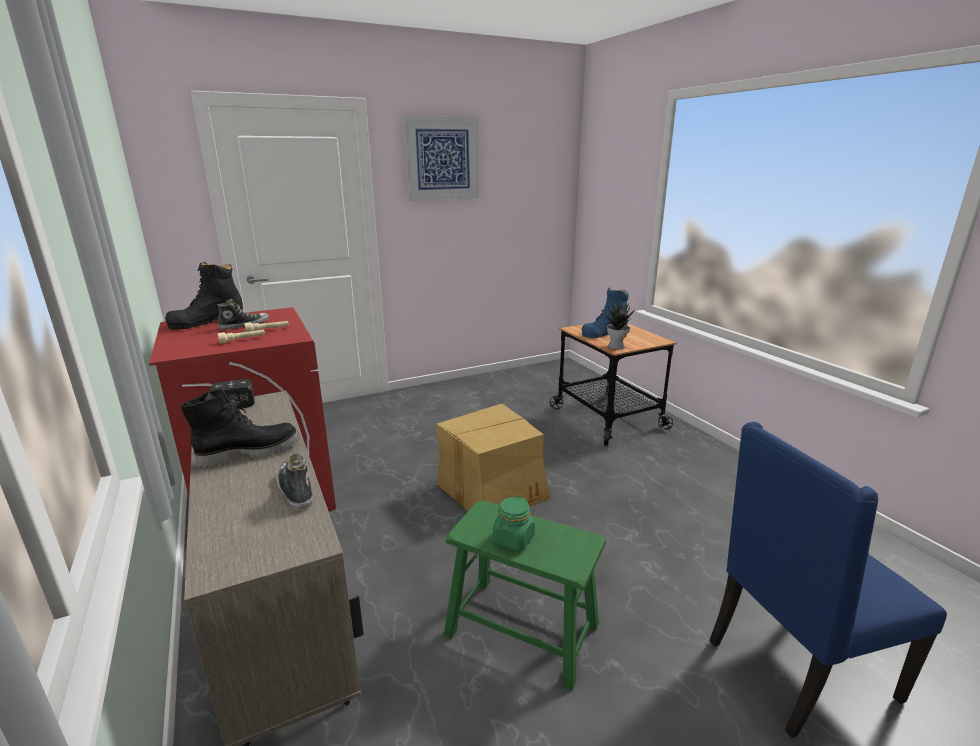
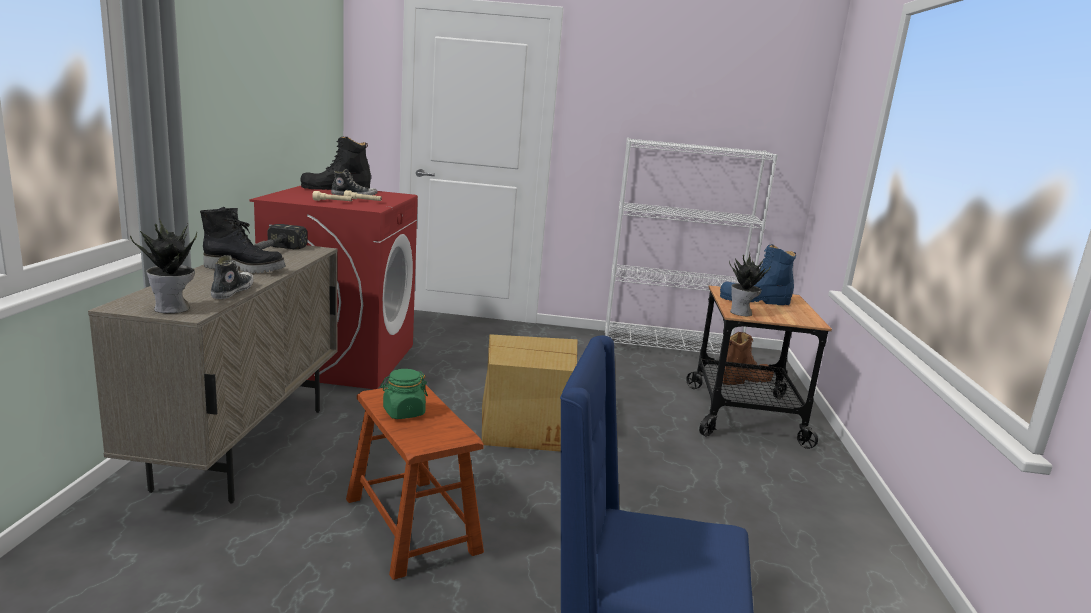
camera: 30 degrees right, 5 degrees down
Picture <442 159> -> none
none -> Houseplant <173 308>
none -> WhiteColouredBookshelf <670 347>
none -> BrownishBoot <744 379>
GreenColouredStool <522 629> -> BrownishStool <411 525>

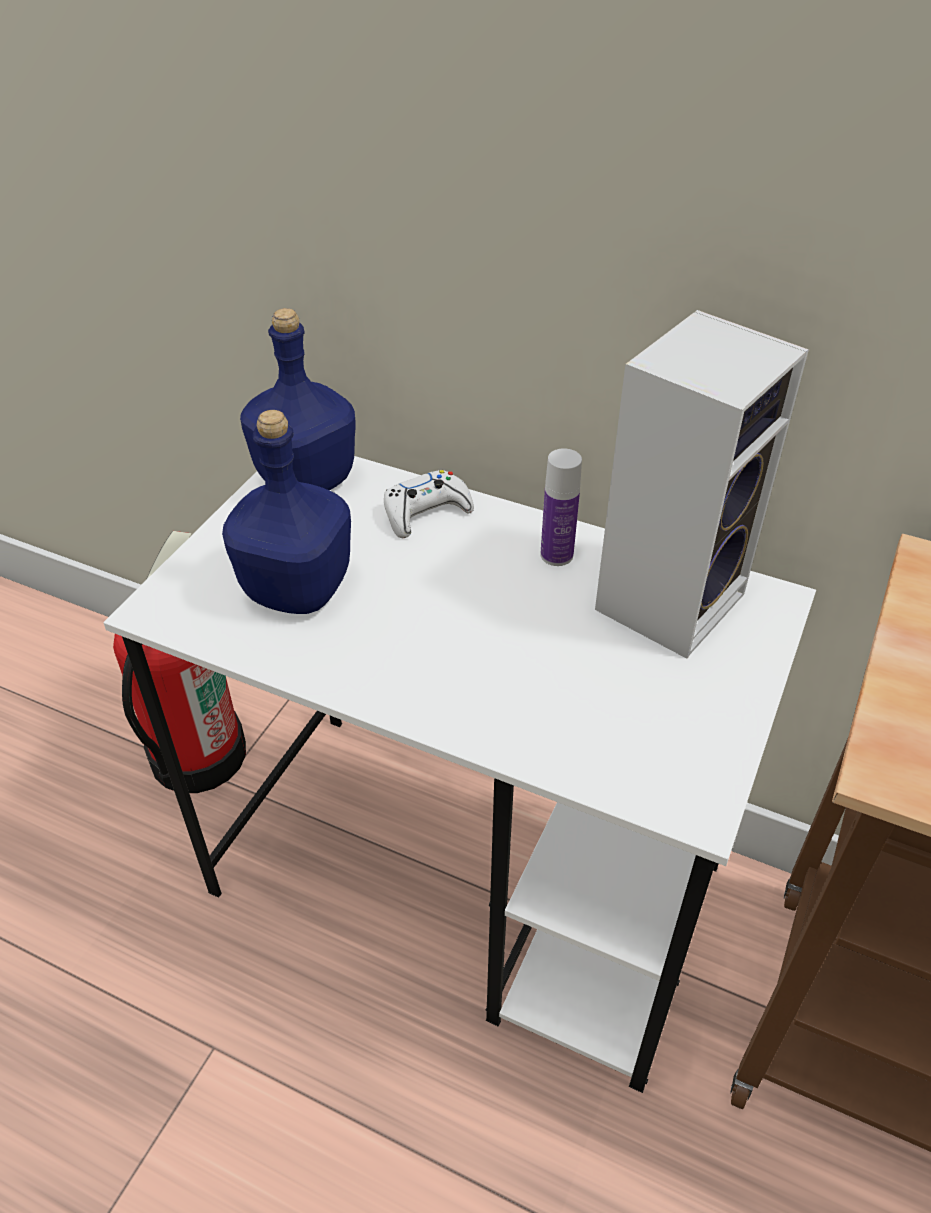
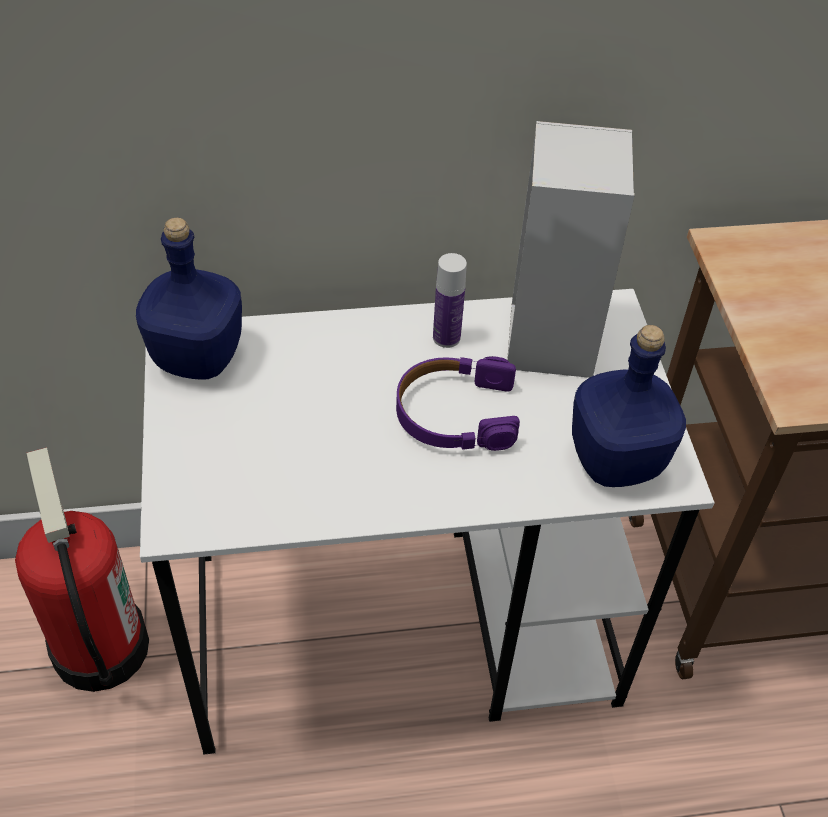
camera: 35 degrees left, 5 degrees up
WhiteColouredJoypad <426 512> -> none
none -> PurpleHeadset <455 414>
BlueBottle <296 590> -> BlueBottle <617 462>, moved

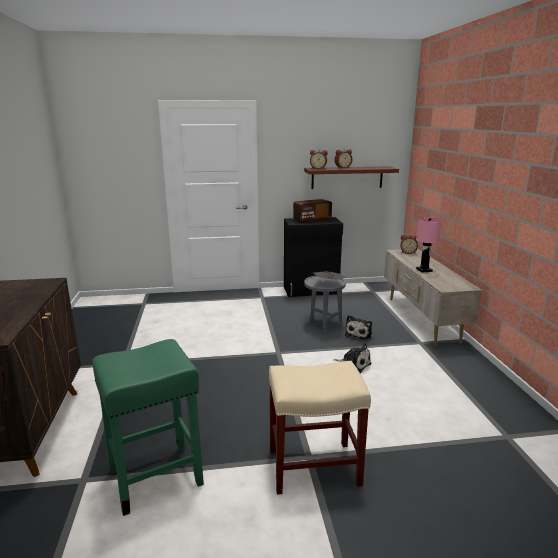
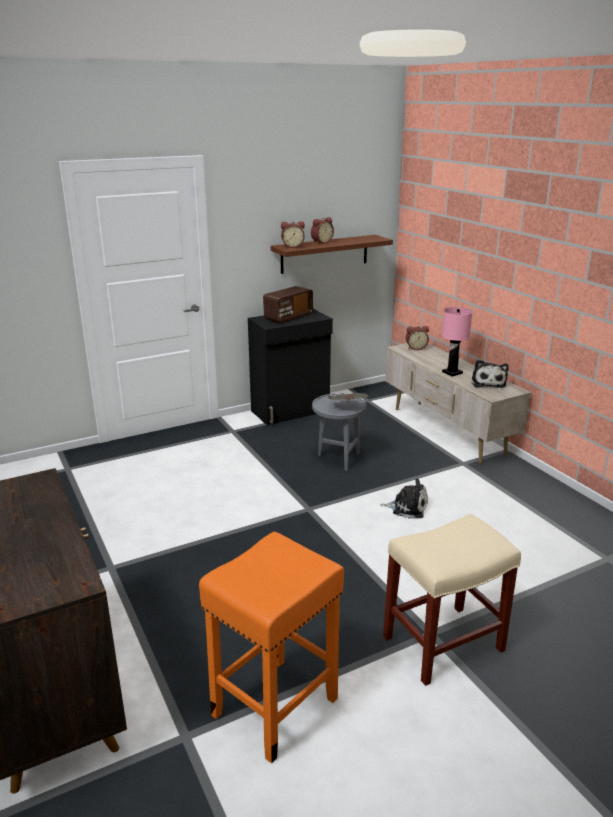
camera: 20 degrees left, 5 degrees up
CuddlyToy <359 334> -> CuddlyToy <488 382>, moved
GreenColouredStool <157 477> -> OrangeStool <276 705>

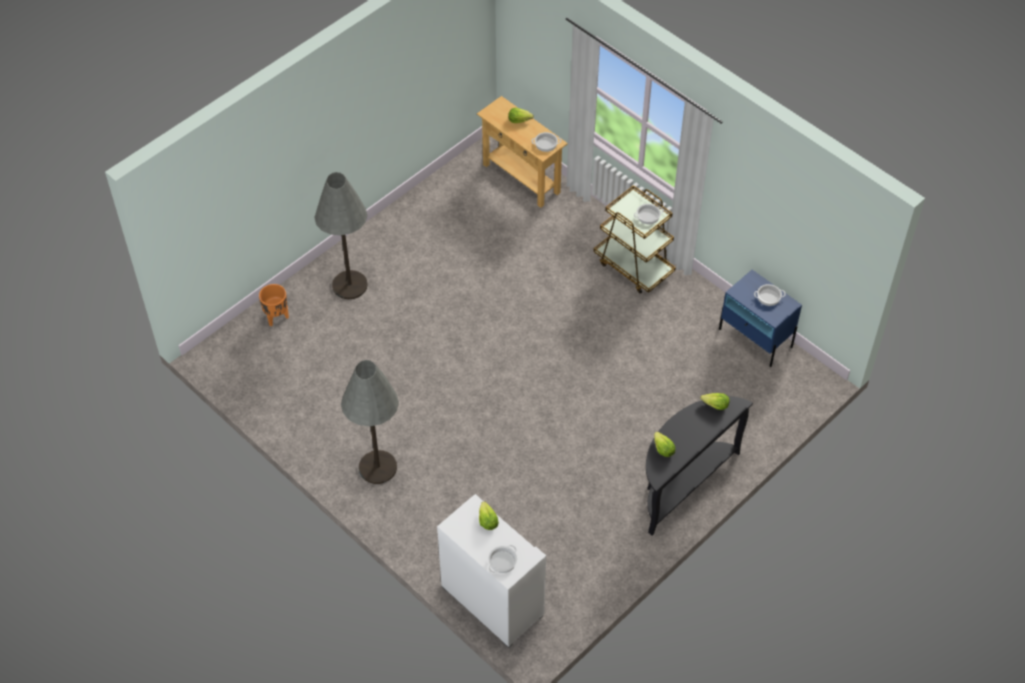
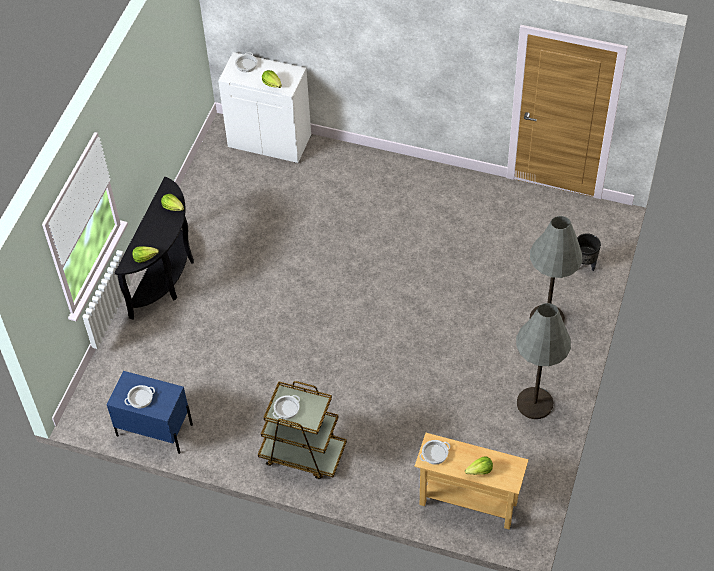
camera: 155 degrees right, 0 degrees up
GreyStandardLamp <377 467> -> GreyStandardLamp <535 403>, moved
OrangeFlowerPot <276 317> -> BlackColouredFlowerPot <584 265>

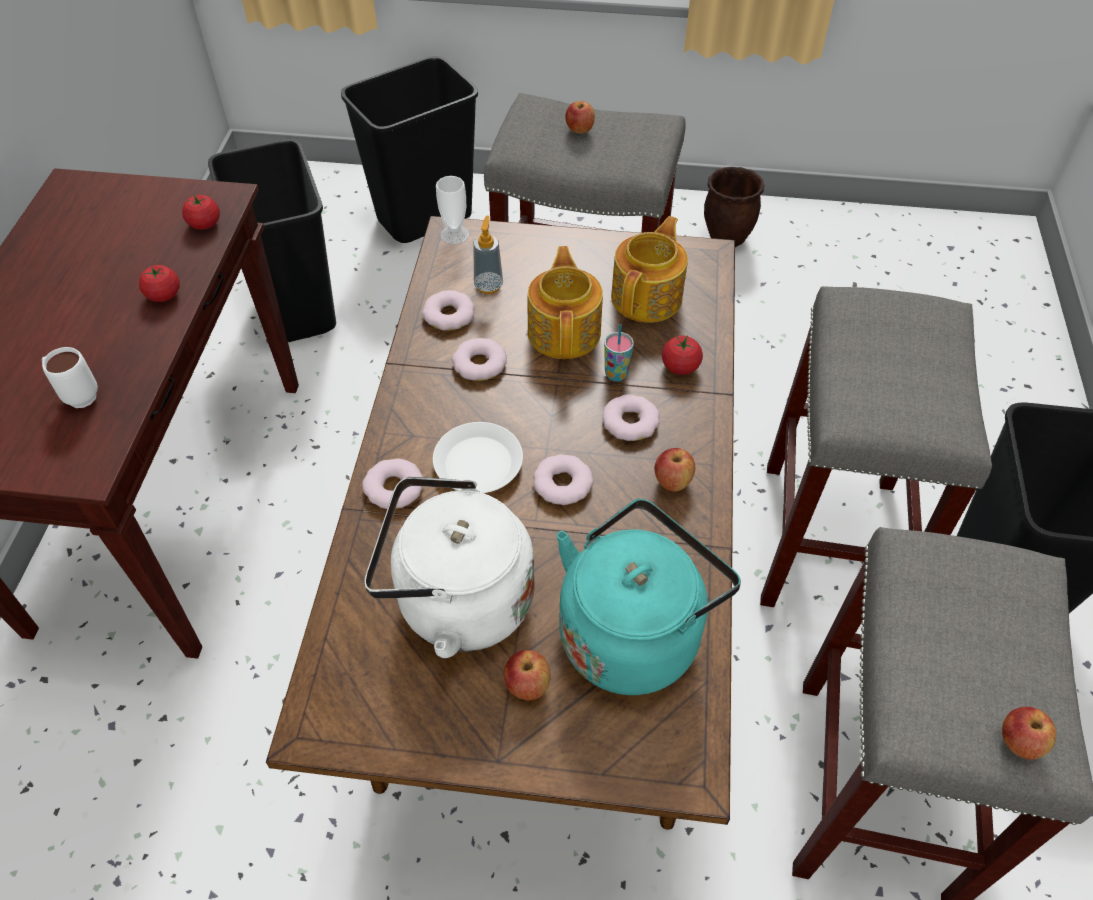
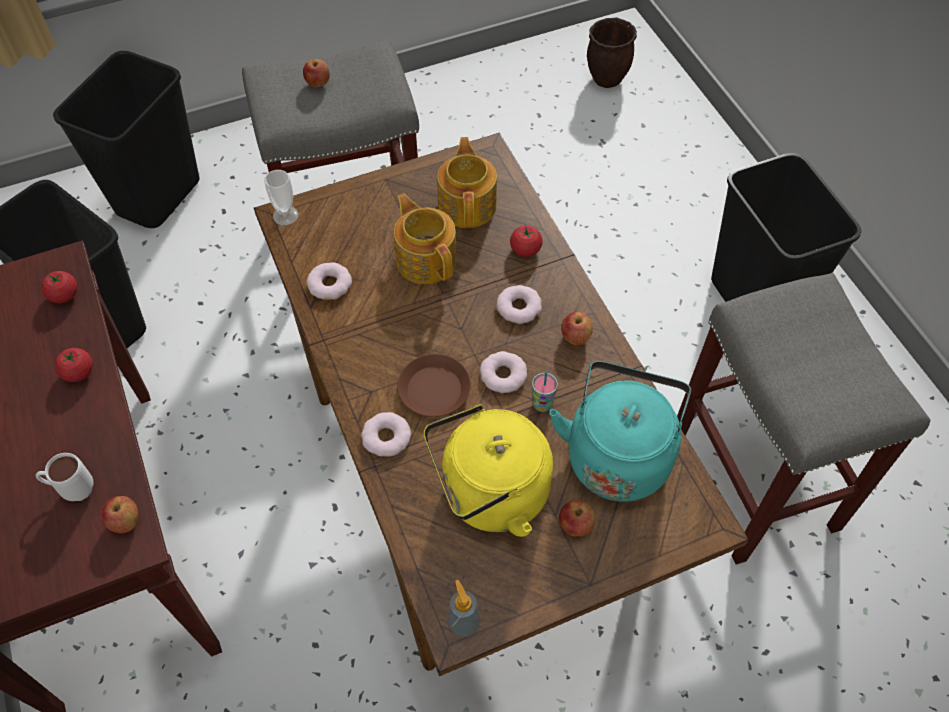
camera: 30 degrees left, 5 degrees up
Donut <479 364> -> none
GreyStool <830 544> -> none
SoapDispenser <488 285> -> SoapDispenser <463 623>, moved
Cup <616 374> -> Cup <542 404>, moved
BrownishFlowerPot <727 238> -> BrownishFlowerPot <606 79>, moved
Apple <1018 742> -> Apple <125 522>, moved
WhiteColouredTeaKettle <456 601> -> YellowColouredTeaKettle <489 495>
WhiteColouredPlate <478 464> -> BrownishPlate <434 390>

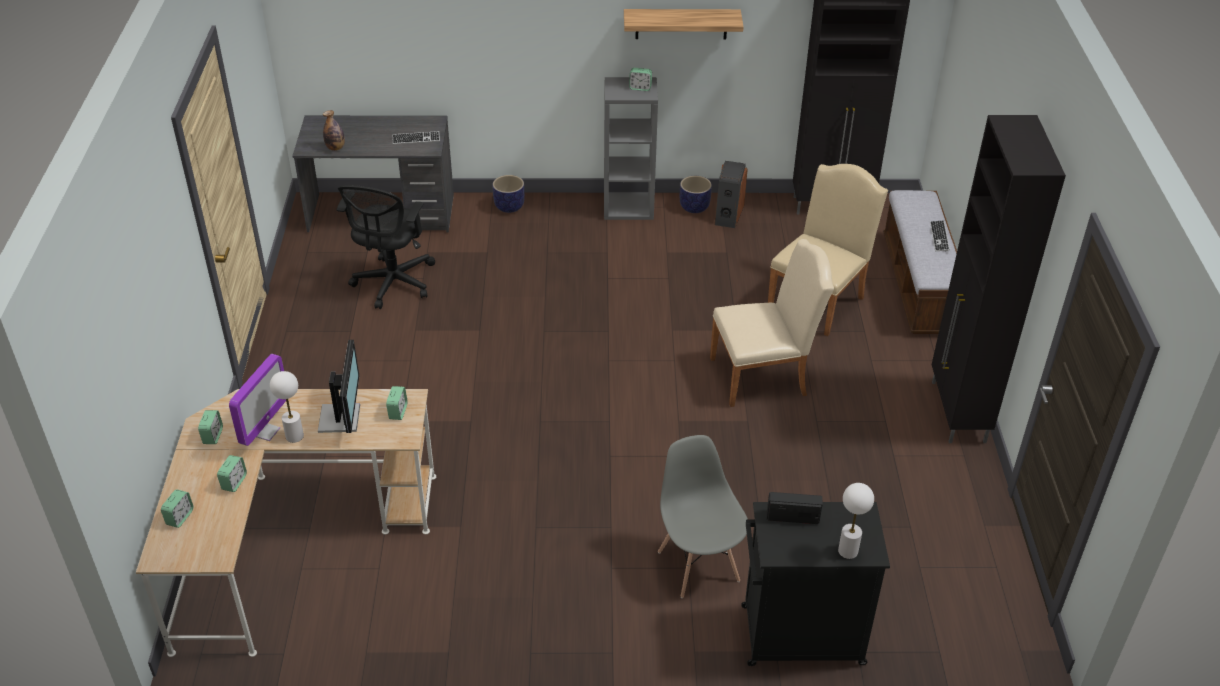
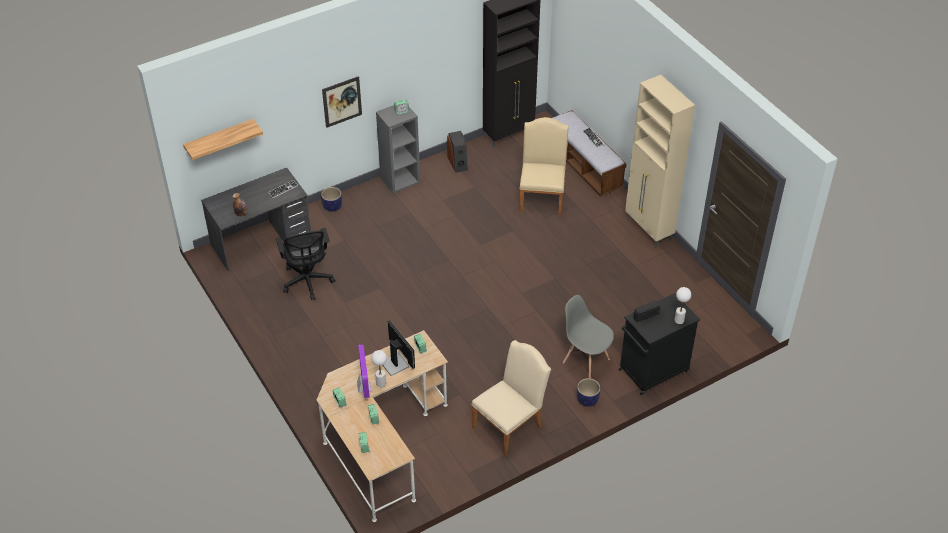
camera: 30 degrees left, 5 degrees up
none -> Picture <342 101>
Shelf <681 24> -> Shelf <219 139>, moved
FlowerPot <694 207> -> FlowerPot <587 399>, moved
BeigePlainChair <765 375> -> BeigePlainChair <510 425>, moved
BlackColouredCabinet <958 412> -> BeigeCabinet <649 230>

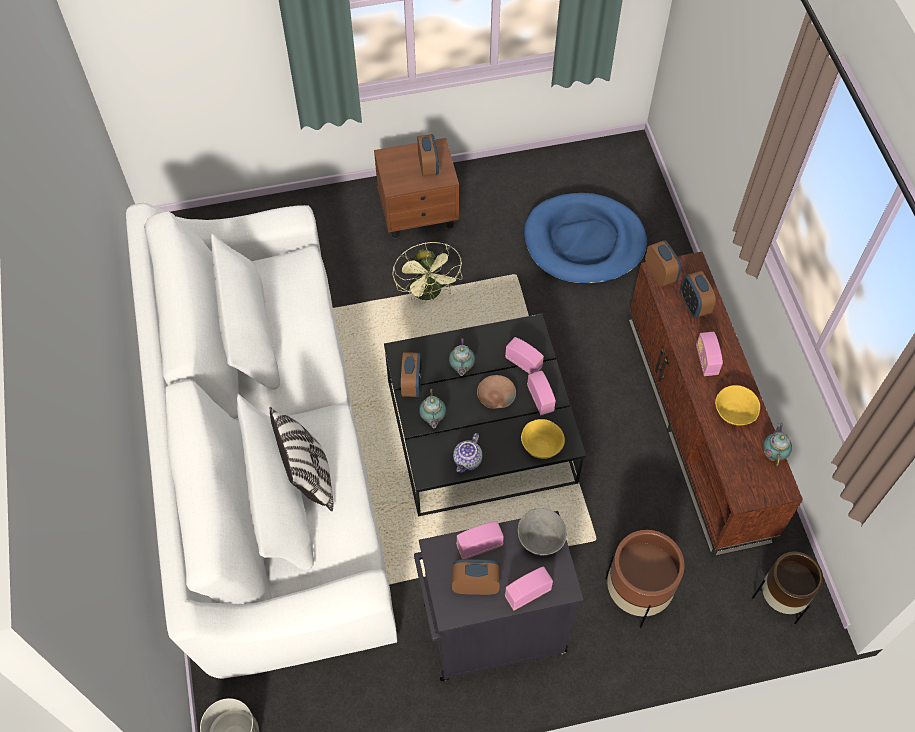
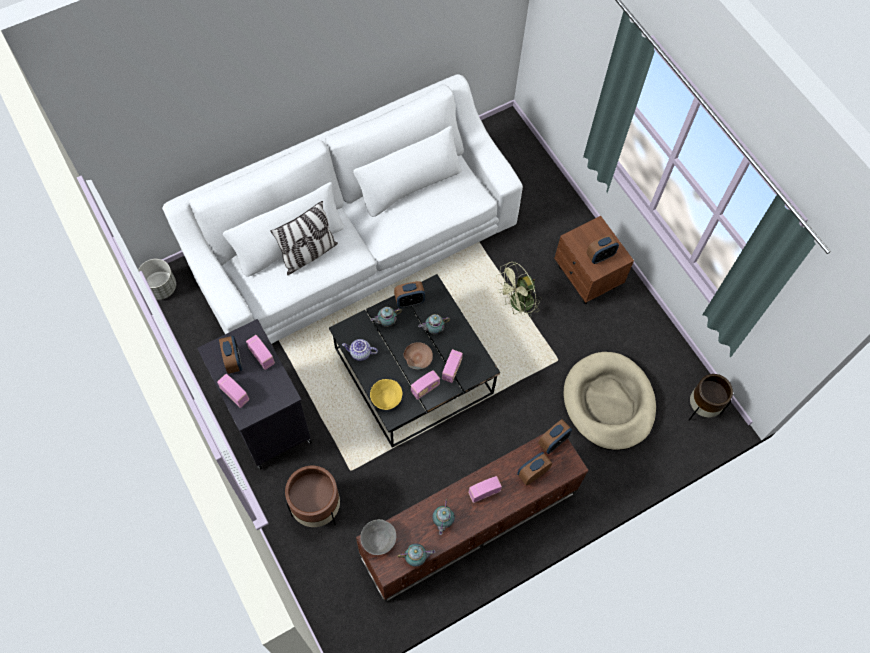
camera: 70 degrees right, 5 degrees up
GreyBowl <541 539> -> GreyBowl <378 540>, moved
BrownishFlowerPot <779 599> -> BrownishFlowerPot <701 407>, moved
YellowColouredBowl <733 413> -> TeaPot <442 521>
BluePetBed <584 242> -> BeigePetBed <608 402>

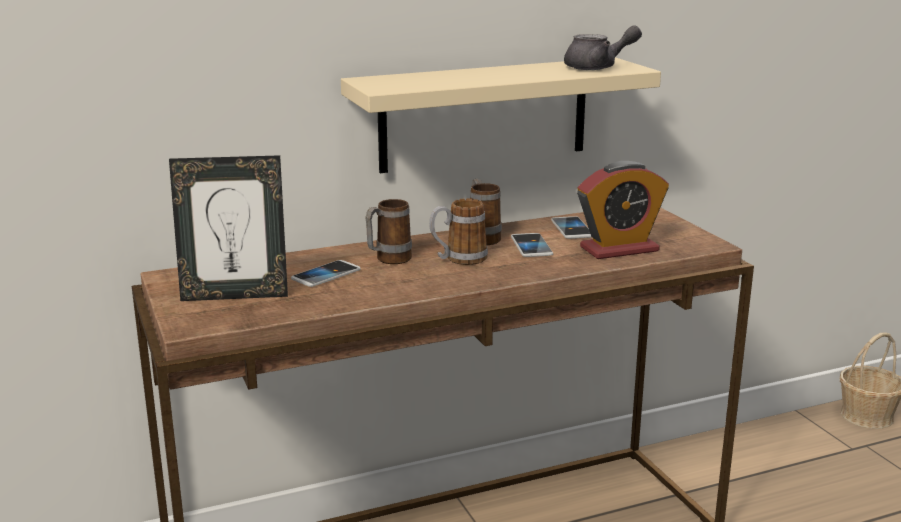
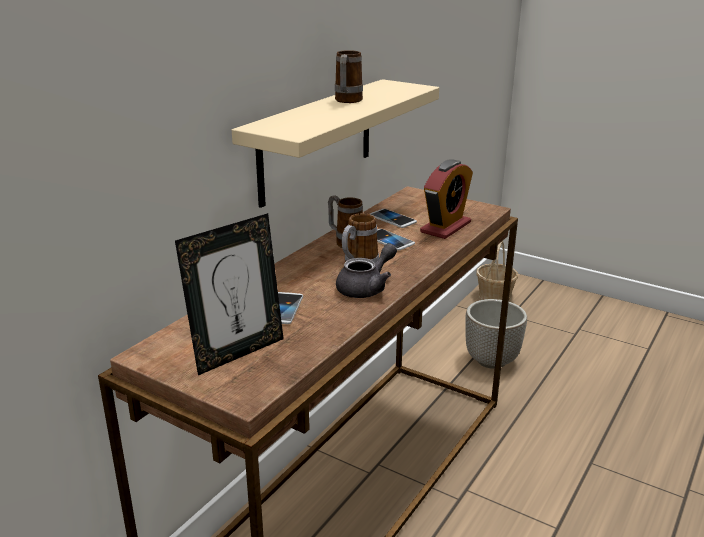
camera: 35 degrees left, 5 degrees up
none -> FlowerPot <491 360>
CoffeeMug <388 260> -> CoffeeMug <347 101>, moved
GreyTeaPot <598 67> -> GreyTeaPot <366 288>, moved

